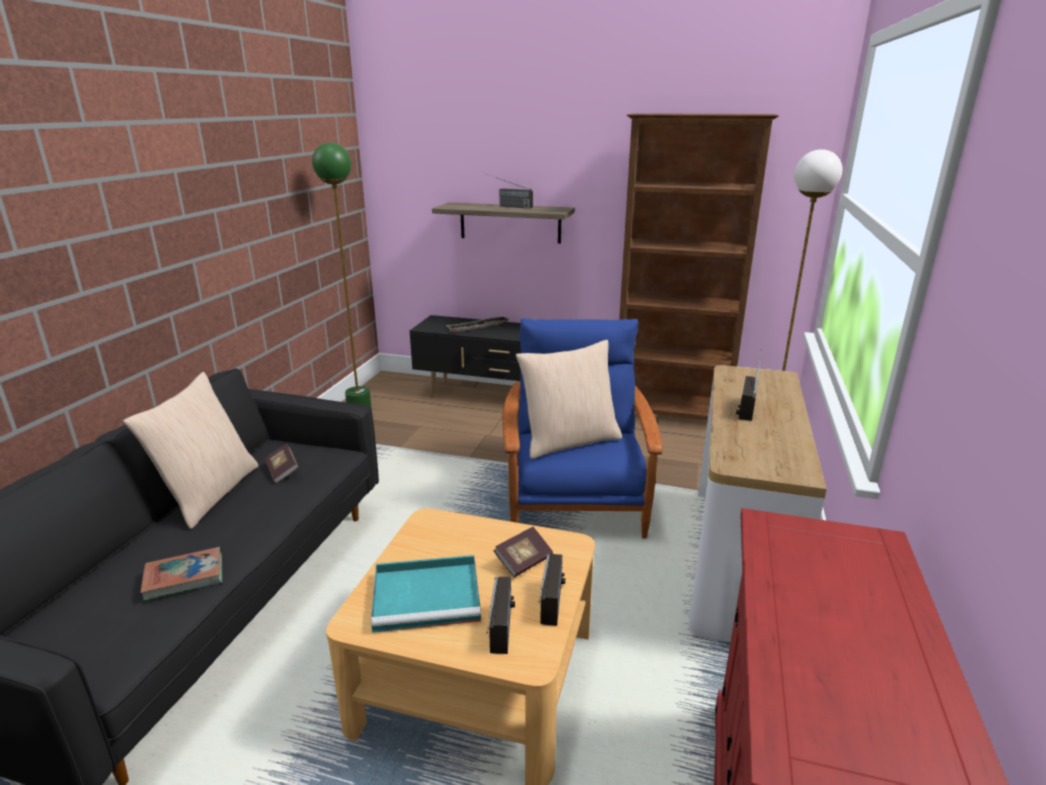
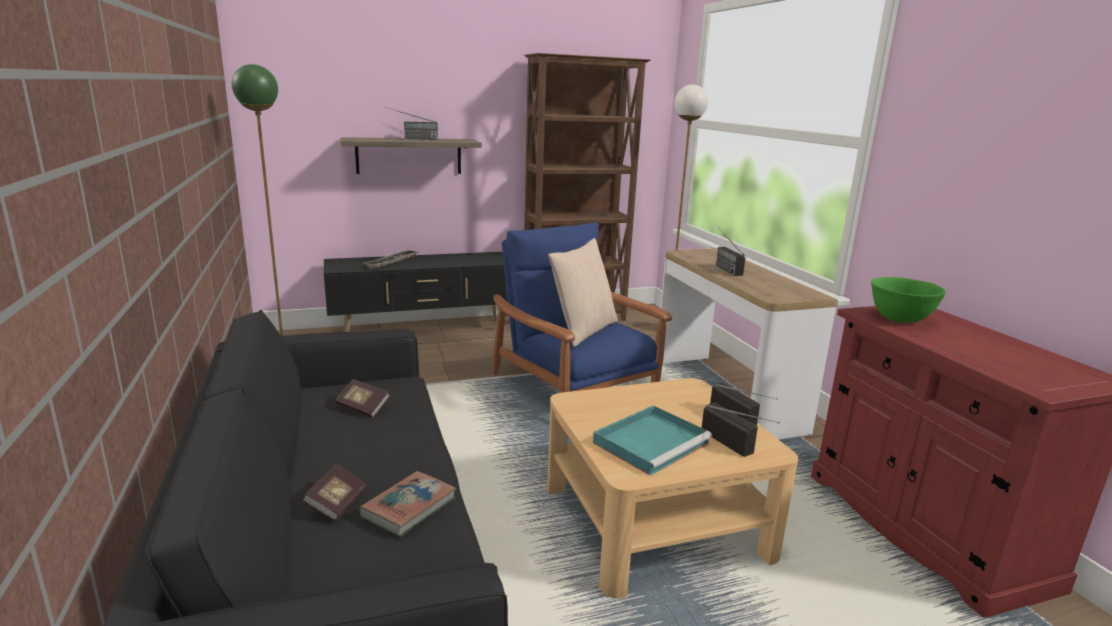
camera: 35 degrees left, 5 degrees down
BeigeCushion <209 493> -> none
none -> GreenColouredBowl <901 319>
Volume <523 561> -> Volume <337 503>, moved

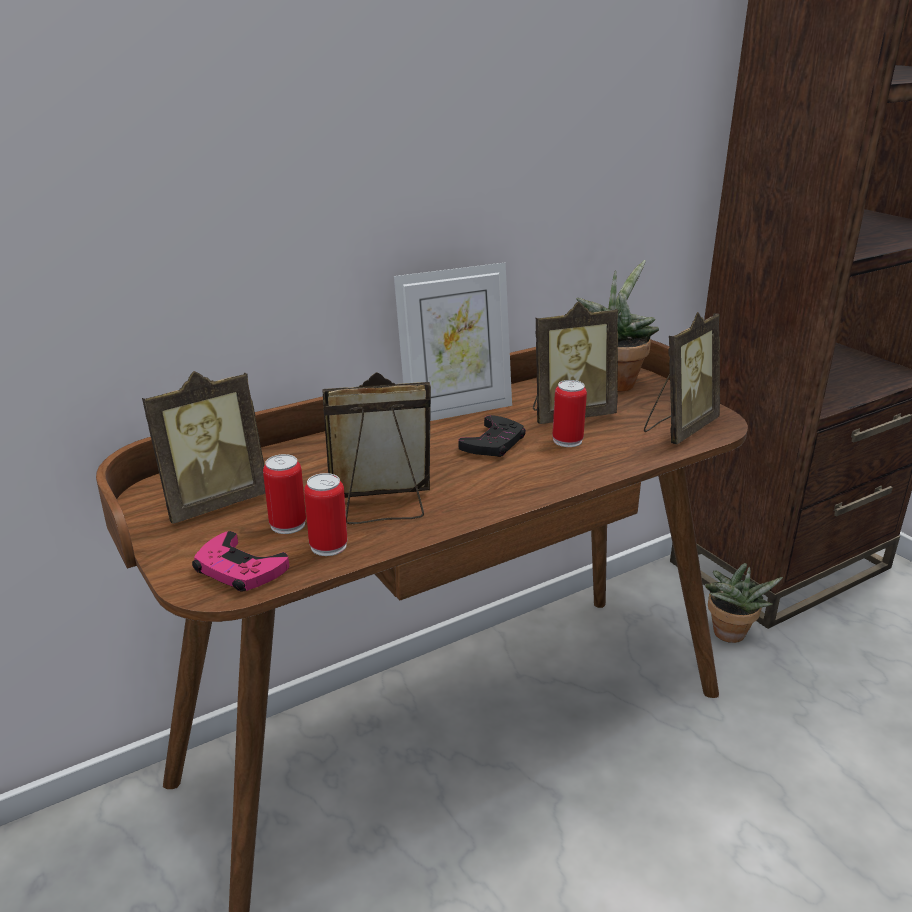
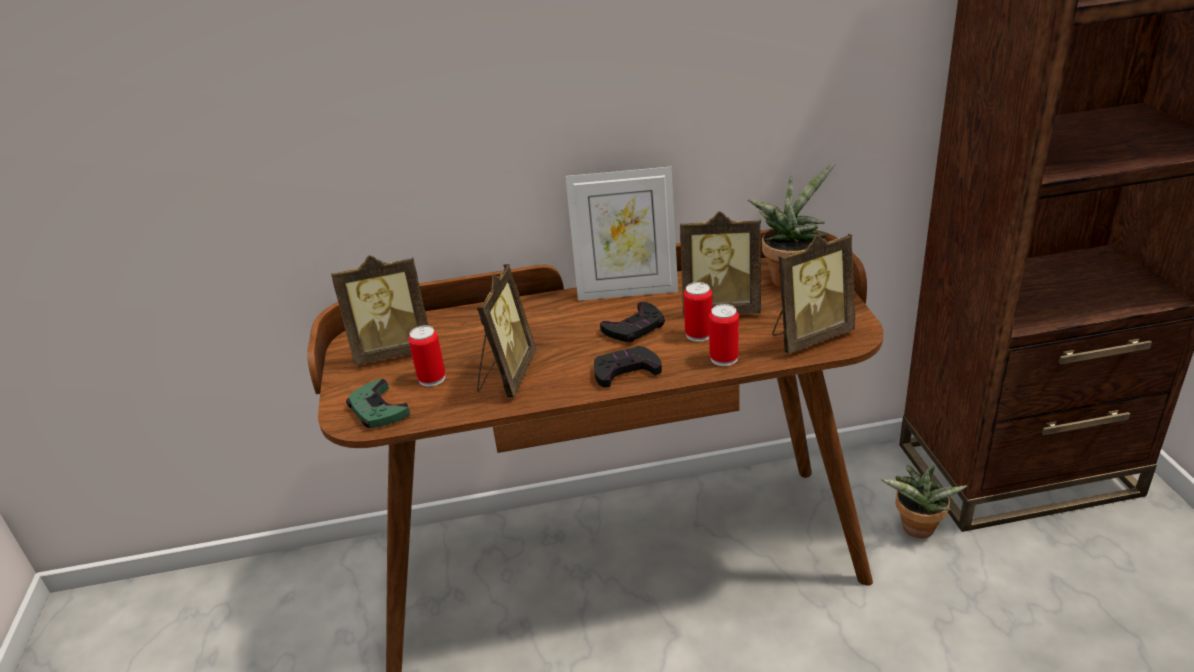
camera: 25 degrees right, 5 degrees up
none -> BlackColouredJoypad <625 371>
Can <328 546> -> Can <724 358>, moved
PinkJoypad <239 569> -> GreenColouredJoypad <378 410>
StandingFrame <382 508> -> StandingFrame <506 376>, 90 degrees clockwise

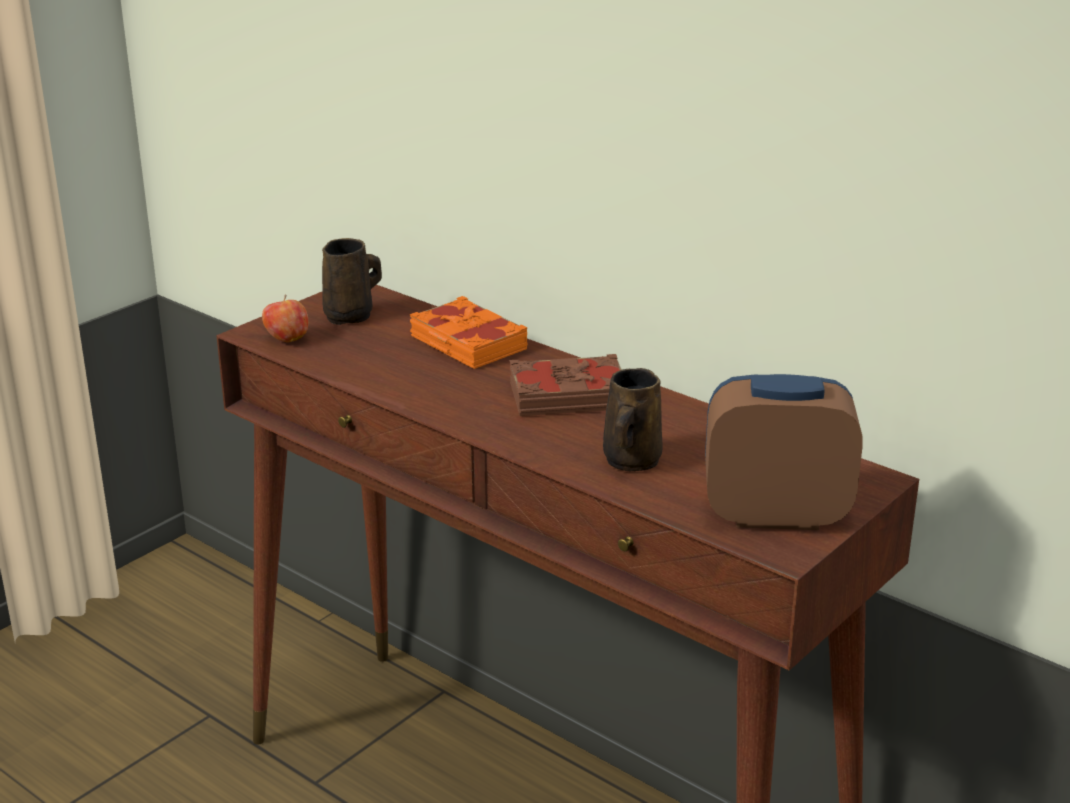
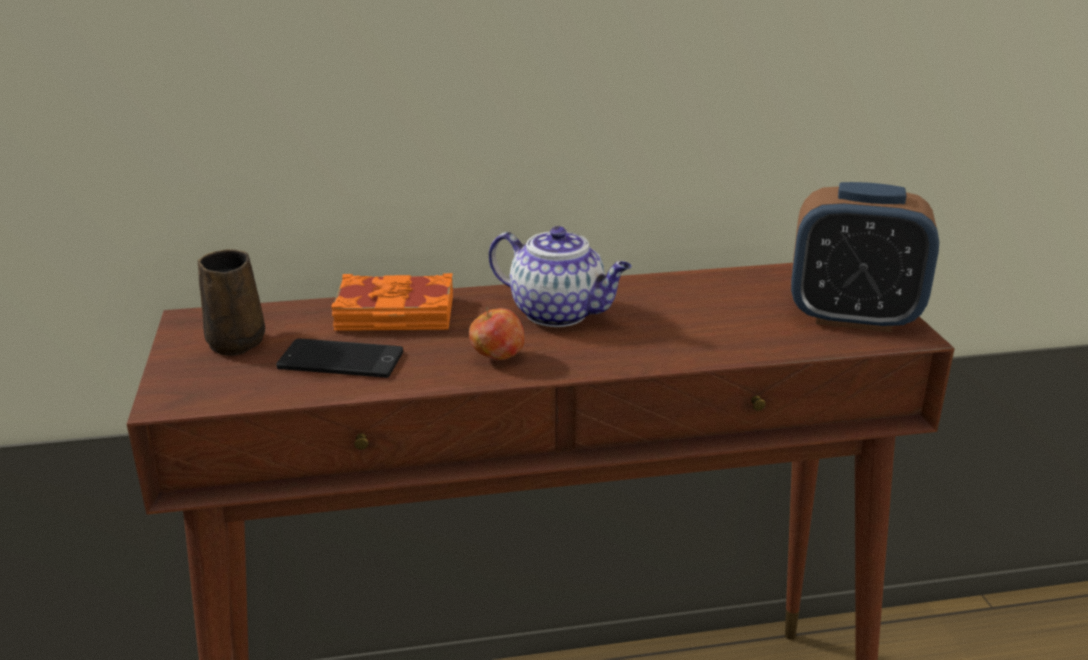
camera: 50 degrees left, 0 degrees up
BrownishCoffeeMug <630 462> -> none
none -> Telephone <341 360>
Apple <287 340> -> Apple <497 358>, moved
BrownishVolume <568 395> -> TeaPot <559 313>
AlarmClock <775 514> -> AlarmClock <853 317>, 120 degrees counterclockwise

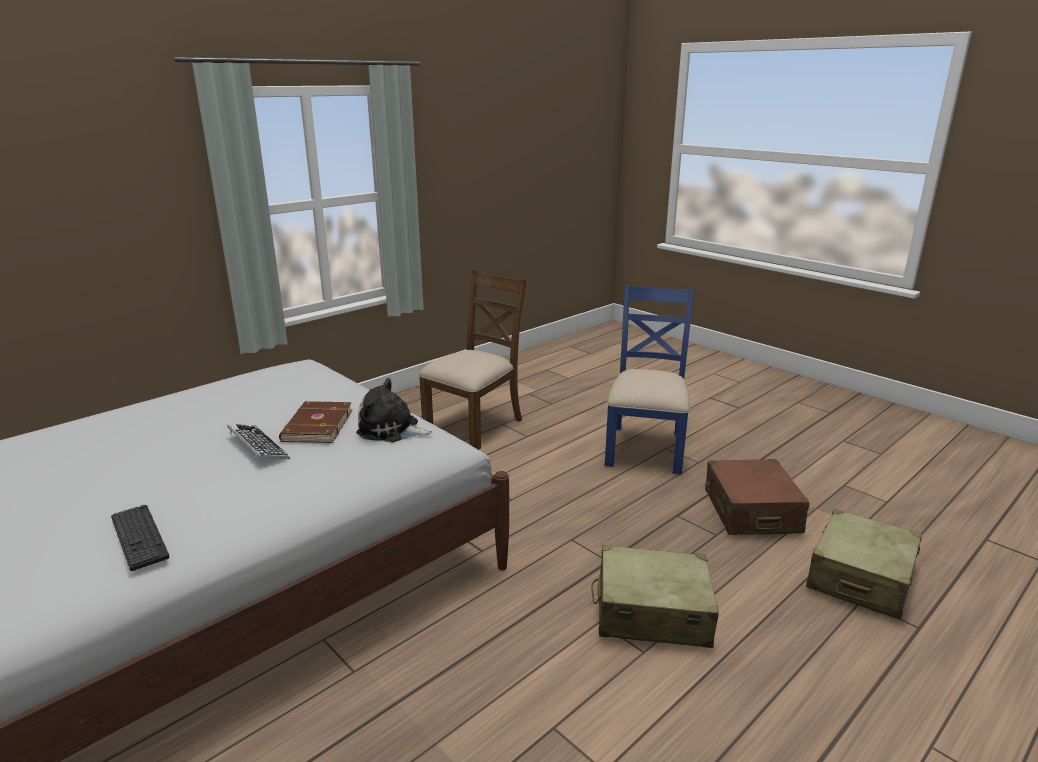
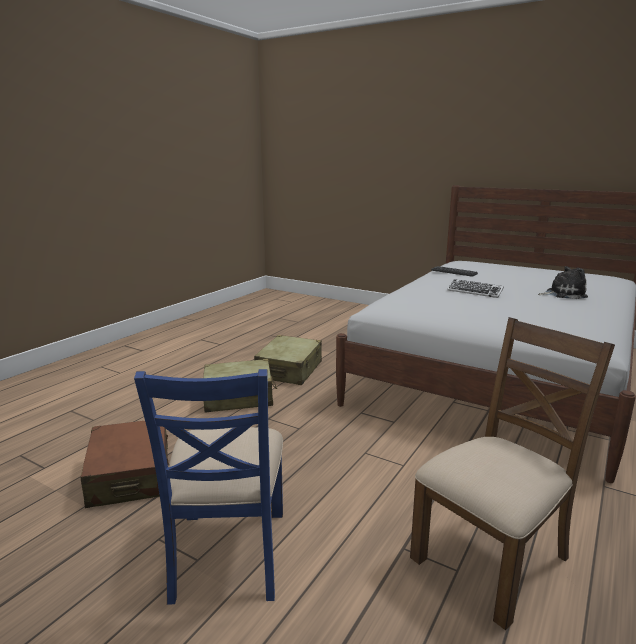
camera: 165 degrees right, 5 degrees down
BrownishVolume <316 426> -> none
CuddlyToy <391 430> -> CuddlyToy <563 294>, moved
BeigePieceOfLuggage <860 578> -> BeigePieceOfLuggage <289 370>, moved
BrownishPlainChair <475 425> -> BrownishPlainChair <492 558>, 150 degrees counterclockwise

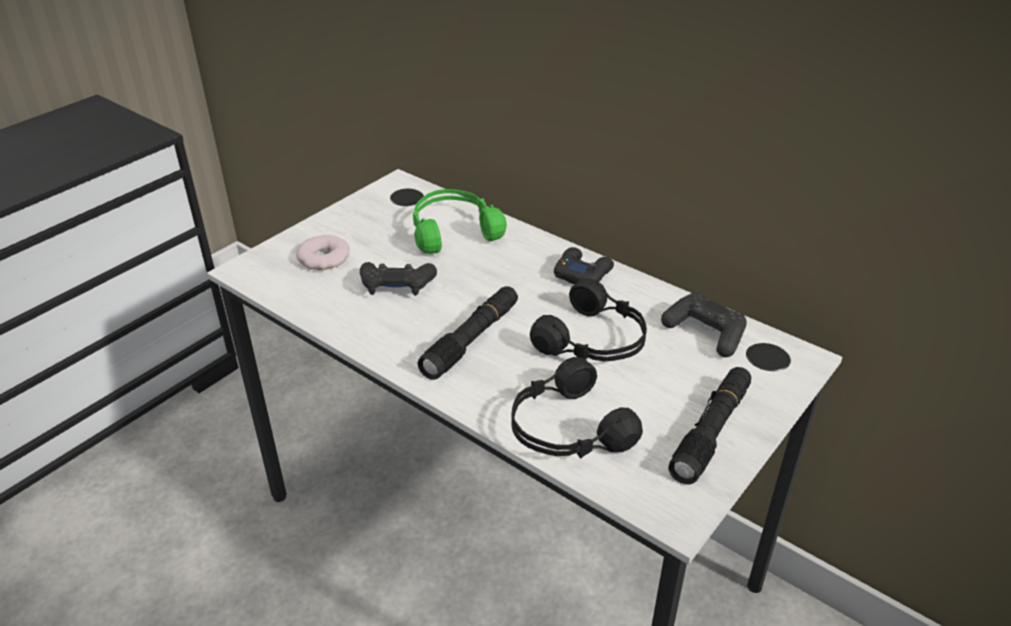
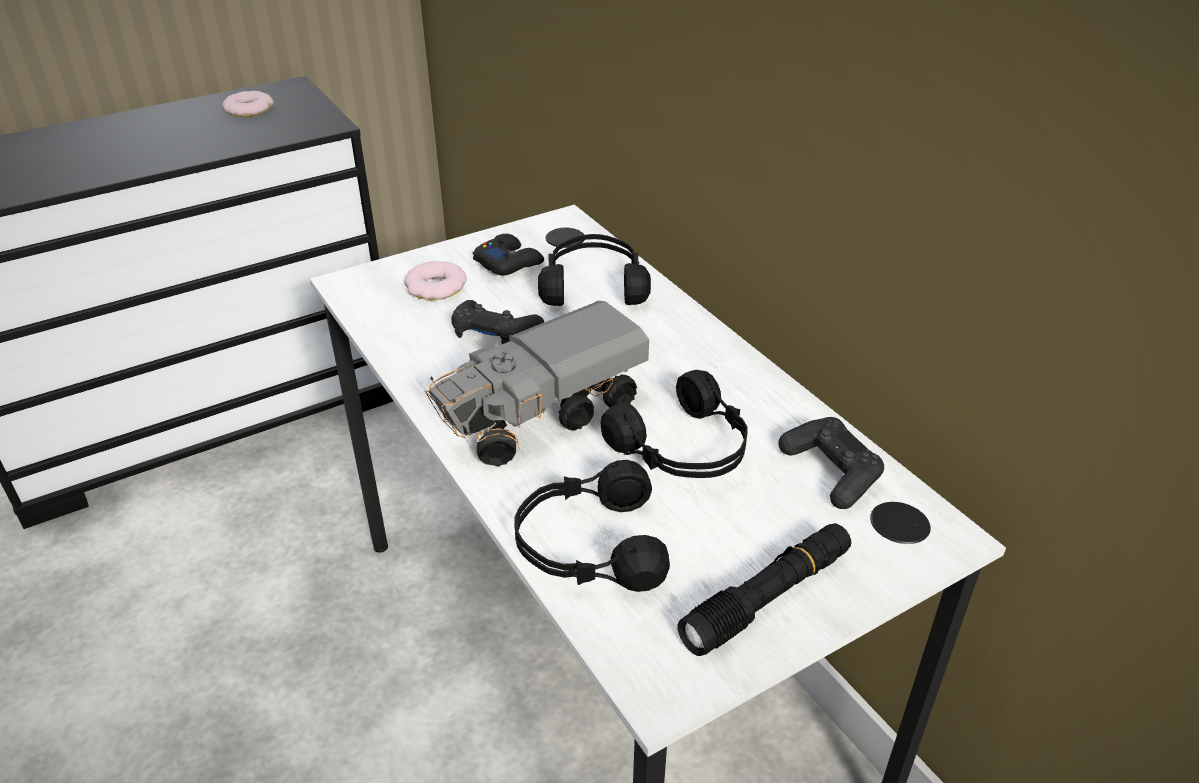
camera: 20 degrees right, 0 degrees up
none -> Donut <249 109>
BlackColouredJoypad <582 273> -> BlackColouredJoypad <508 262>, moved
BlackColouredFlashlight <471 340> -> ToyTruck <541 414>
GreenColouredHeadset <452 231> -> BlackColouredHeadset <593 285>

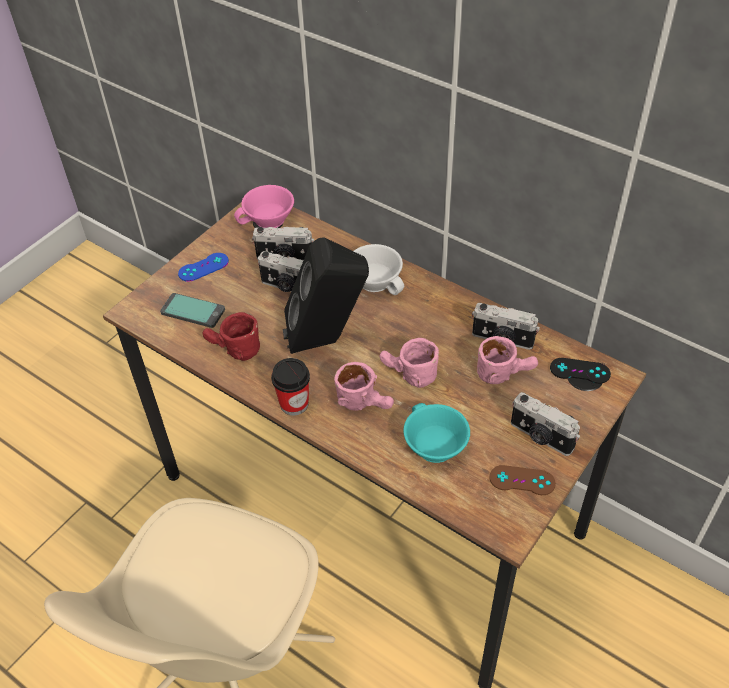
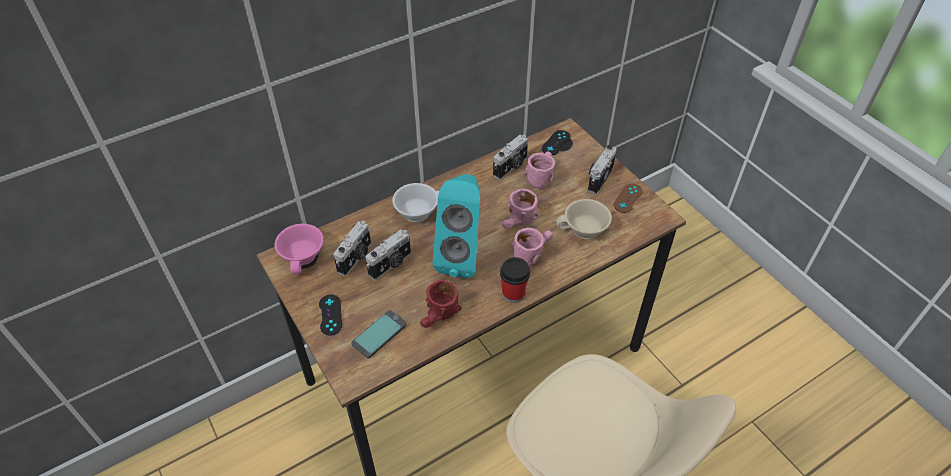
camera: 70 degrees left, 0 degrees up
BlueJoypad <203 267> -> BlackColouredJoypad <330 315>
BlackColouredSpeaker <328 340> -> TurquoiseSpeaker <461 256>
TurquoiseCup <432 446> -> BeigeCup <584 230>
PhotoCamera <541 437> -> PhotoCamera <599 178>, 150 degrees clockwise

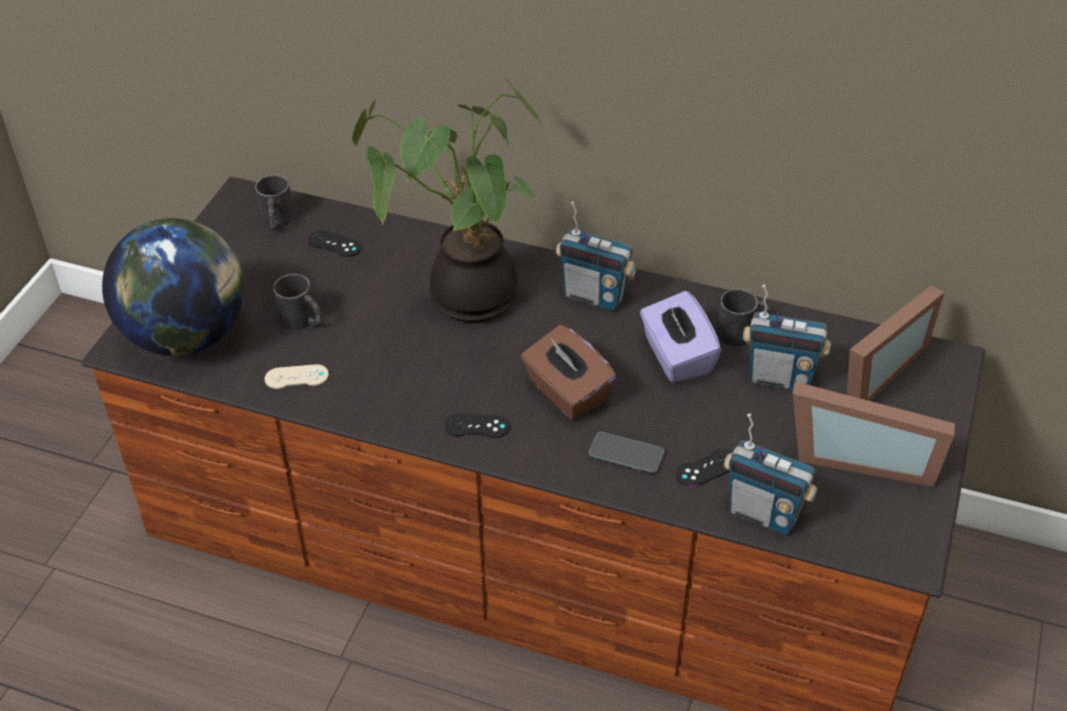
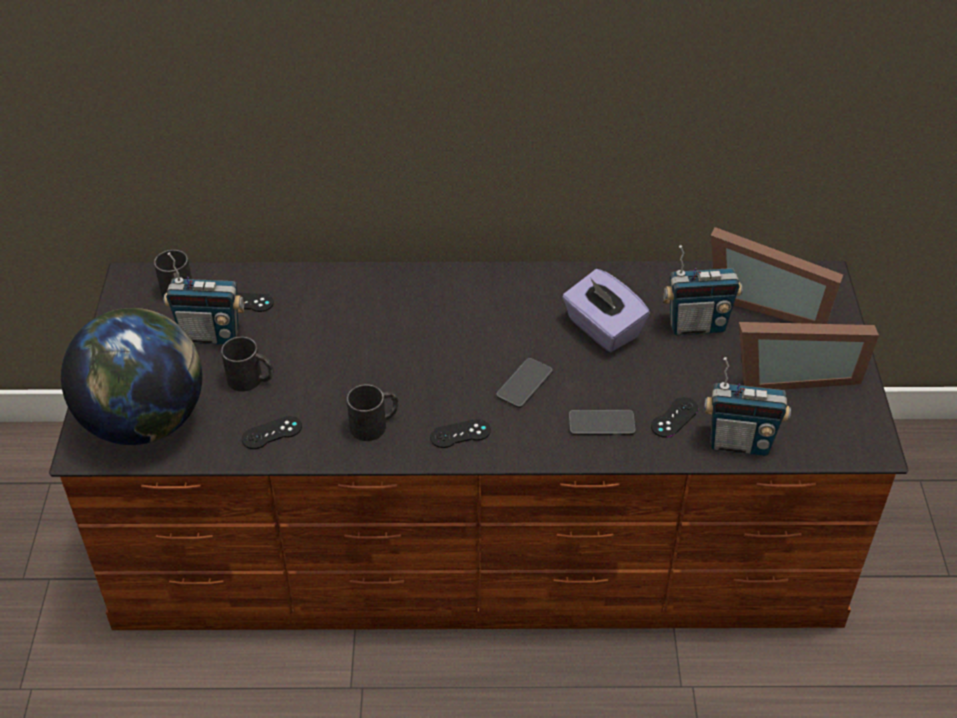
camera: 20 degrees left, 0 degrees up
Houseplant <465 295> -> none
Radio <594 295> -> Radio <211 335>, moved
BlackColouredCoffeeMug <742 332> -> BlackColouredCoffeeMug <375 424>, moved
BrownishTissueBox <567 392> -> Telephone <524 384>
BeigeJoypad <296 377> -> BlackColouredJoypad <272 433>
StandingFrame <872 372> -> StandingFrame <768 301>, 90 degrees clockwise

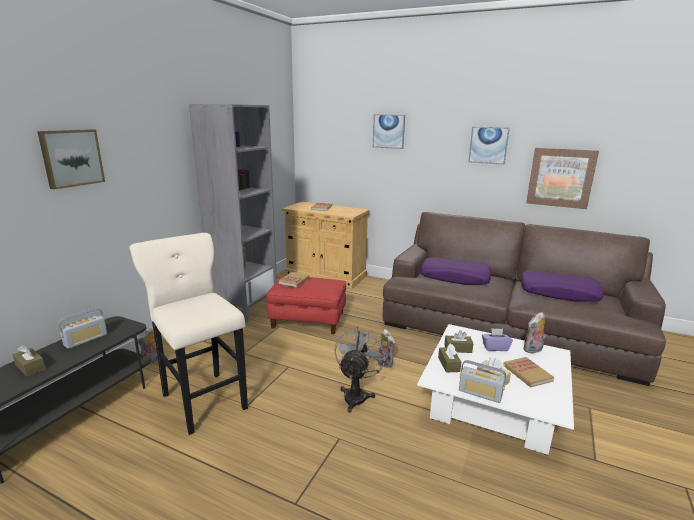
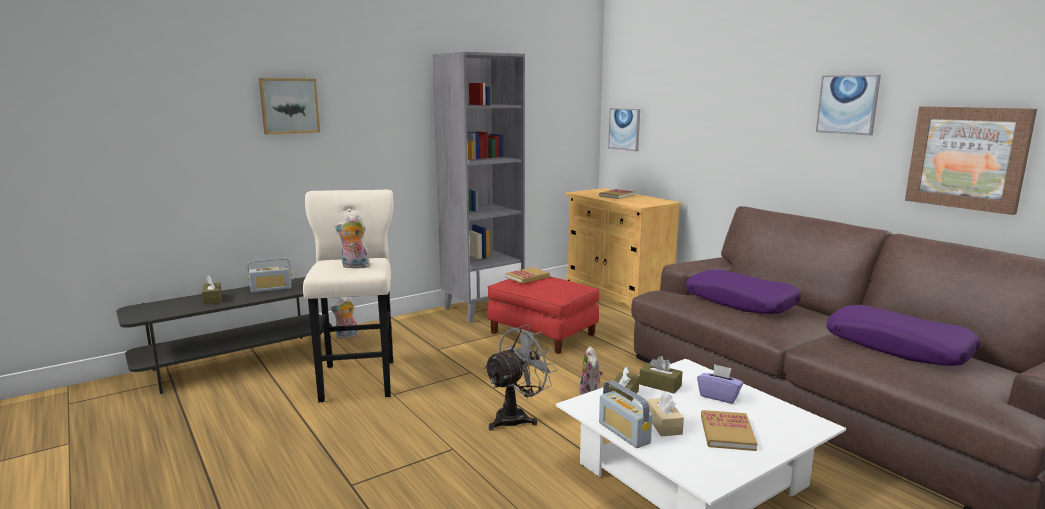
camera: 30 degrees right, 5 degrees down
Picture <388 131> -> Picture <624 129>, moved
CuddlyToy <533 350> -> CuddlyToy <354 266>, moved

